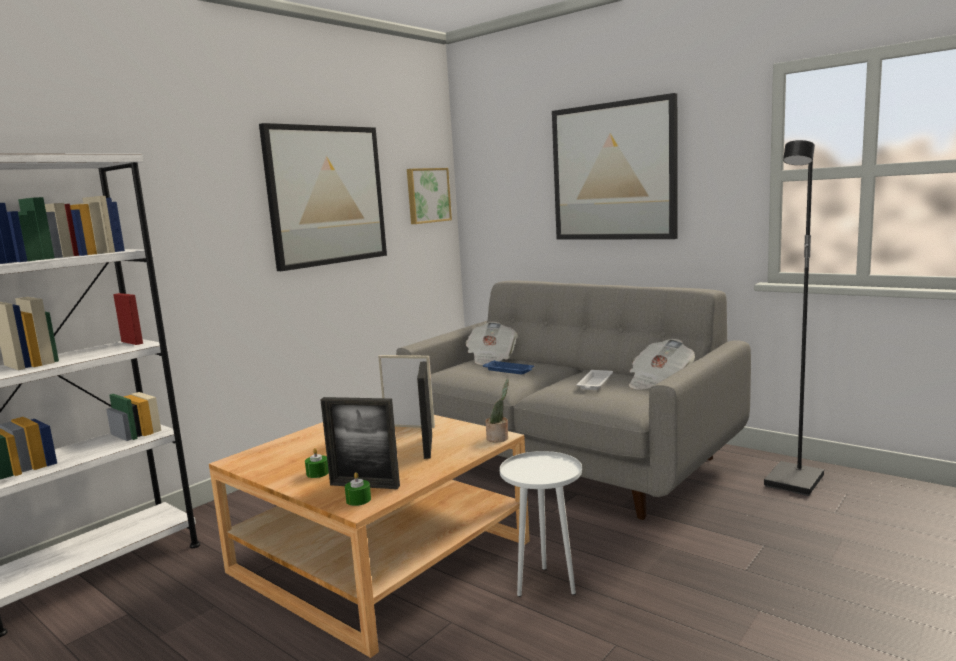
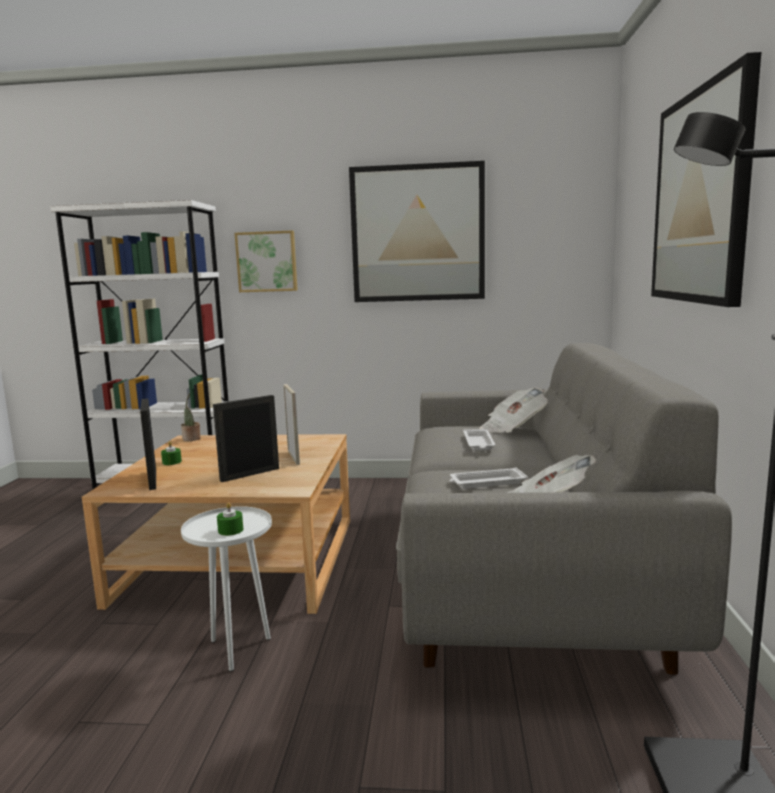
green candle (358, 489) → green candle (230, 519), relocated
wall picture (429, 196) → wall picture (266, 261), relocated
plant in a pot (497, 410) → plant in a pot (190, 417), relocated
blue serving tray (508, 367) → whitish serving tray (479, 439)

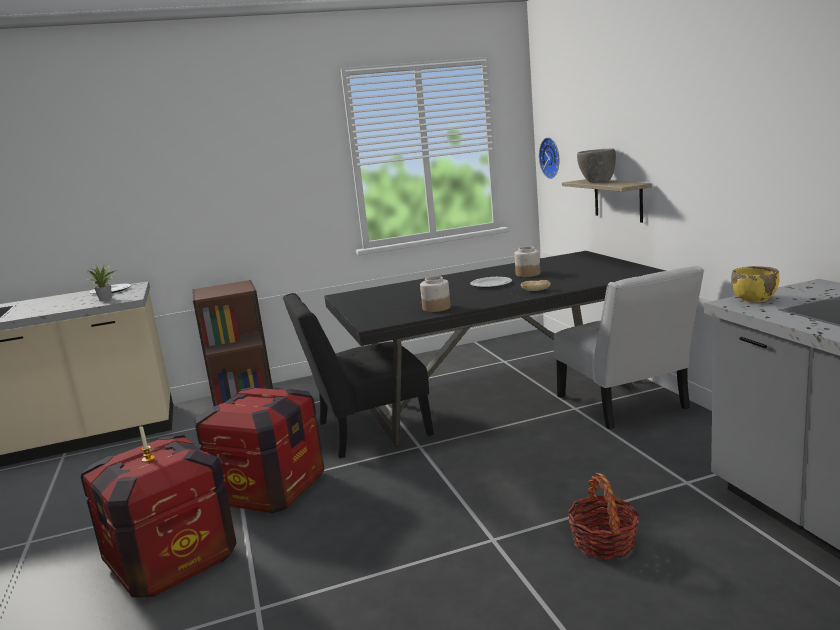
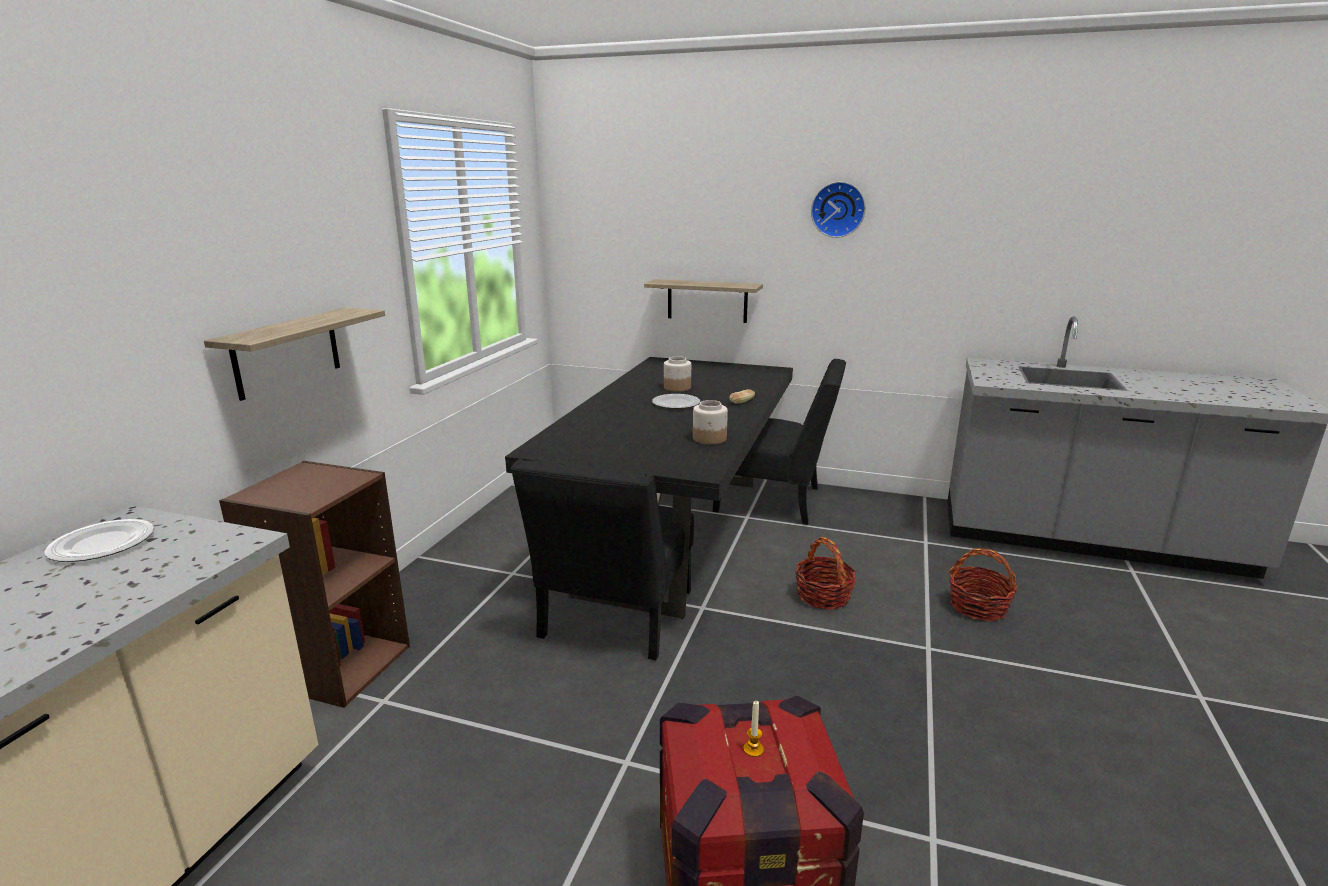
plant in a pot (102, 282) → -
shipping crate (259, 450) → -
gray serving bowl (596, 165) → -
yellow serving bowl (755, 284) → -
- → wall shelf (294, 354)
- → storage basket (825, 573)
clock on the wall (549, 158) → clock on the wall (838, 210), relocated
whitish chair (629, 348) → black-coloured chair (779, 441)

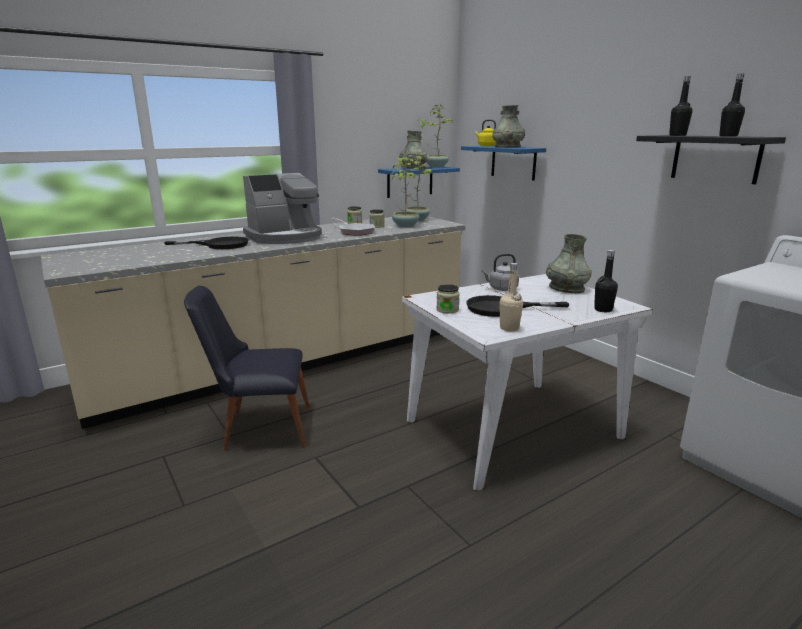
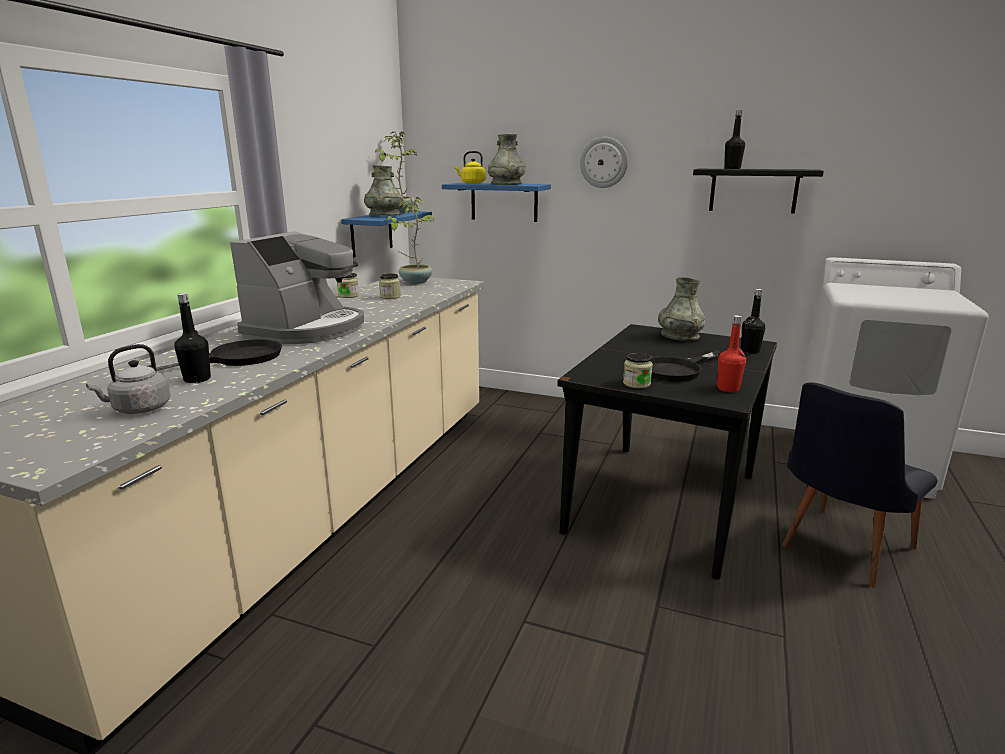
pan (353, 227) → -
plant in a pot (407, 191) → -
- → clock on the wall (604, 162)
black-coloured chair (247, 368) → black-coloured chair (859, 485), relocated
gray tea kettle (500, 272) → gray tea kettle (128, 379), relocated
black-coloured beverage bottle (732, 105) → black-coloured beverage bottle (192, 338), relocated
whitish dinner table (527, 382) → black-coloured dinner table (667, 452)
sand-coloured beverage bottle (511, 297) → red-coloured beverage bottle (731, 353)

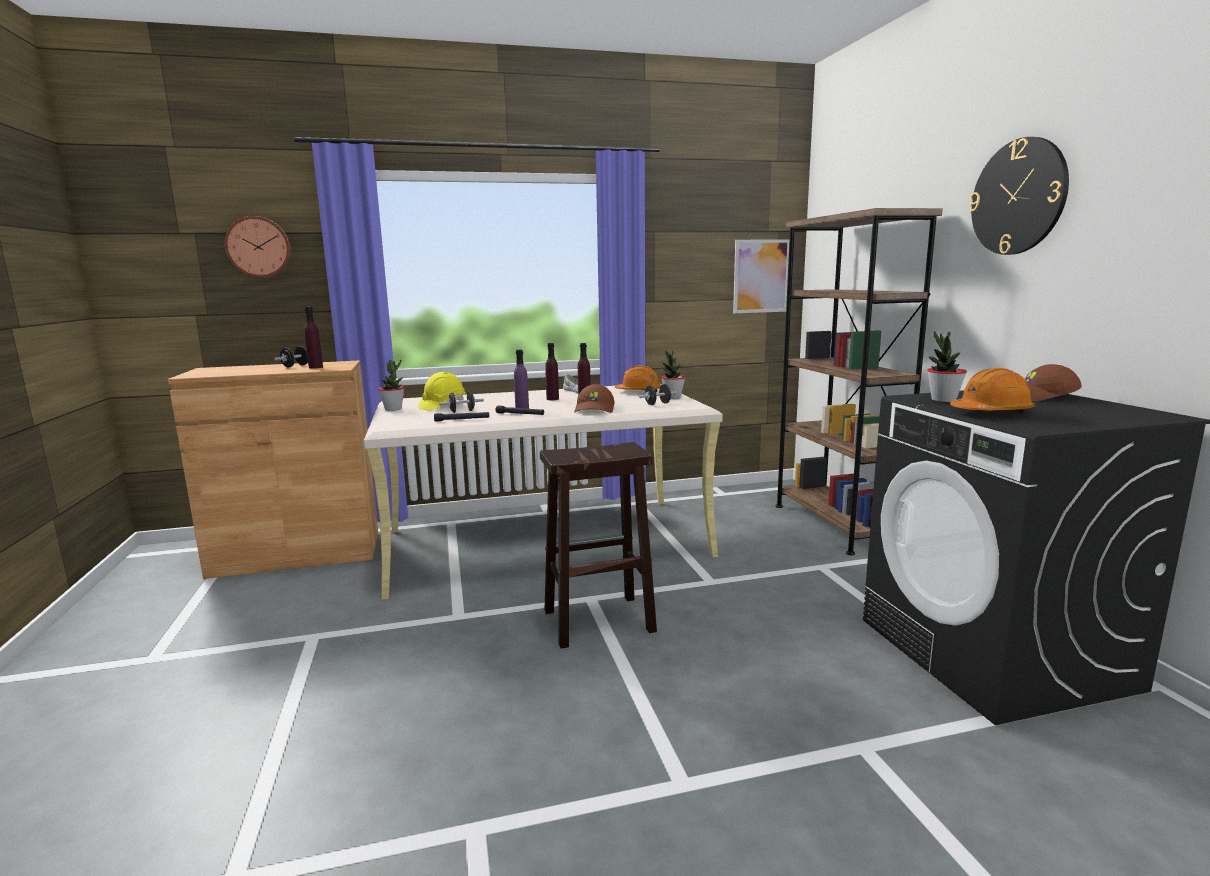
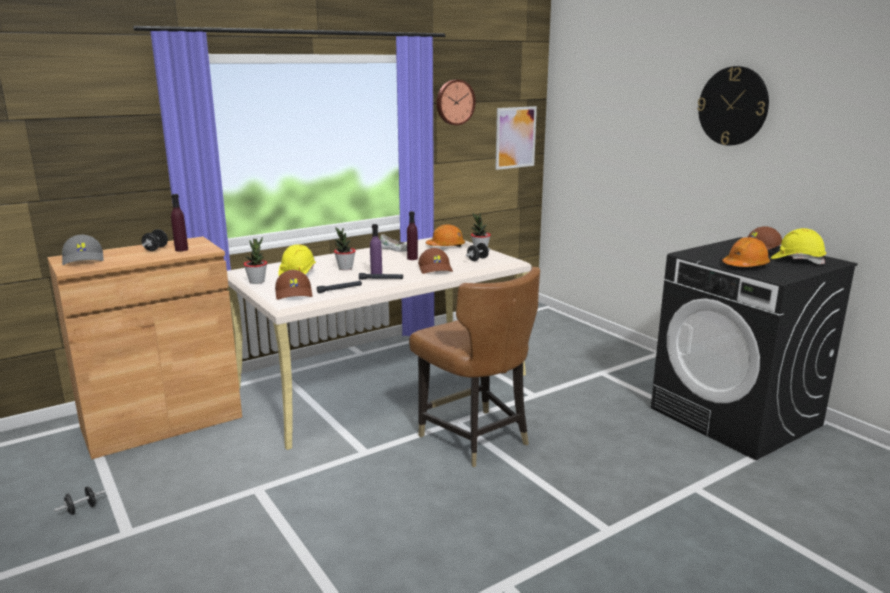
purplish beverage bottle (552, 371) → -
brown-coloured bookshelf (859, 381) → -
- → gray baseball cap (83, 250)
- → brown-coloured baseball cap (294, 285)
- → yellow hard hat (798, 246)
clock on the wall (258, 247) → clock on the wall (456, 102), relocated
black-coloured dumbbell (461, 402) → black-coloured dumbbell (79, 500), relocated
plant in a pot (947, 366) → plant in a pot (345, 248), relocated
brown-coloured sitting stool (598, 545) → brown-coloured chair (474, 367)

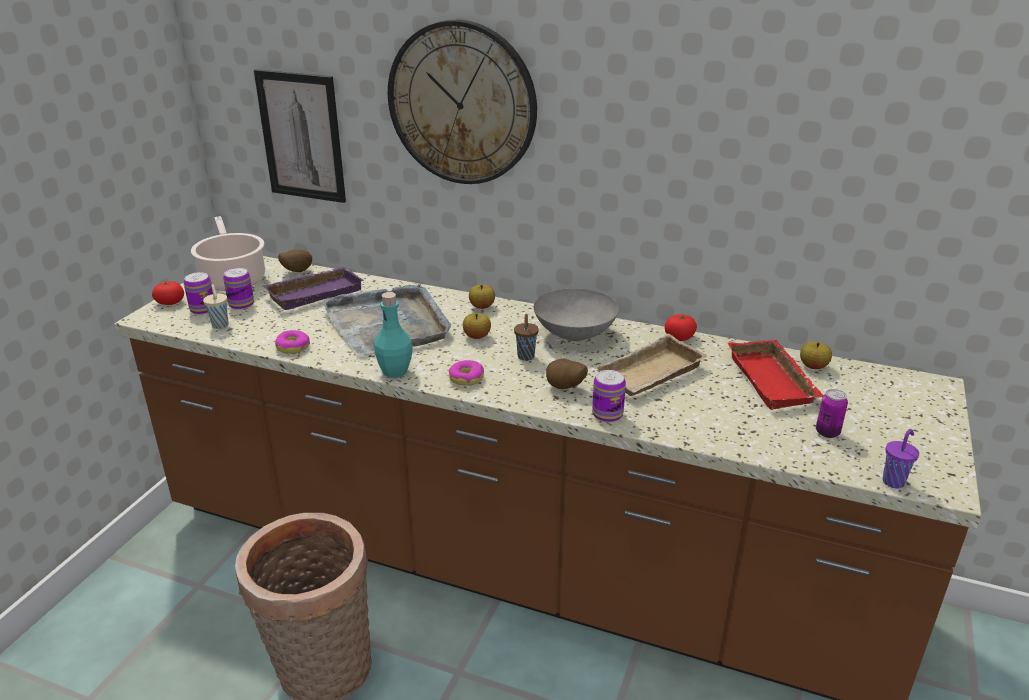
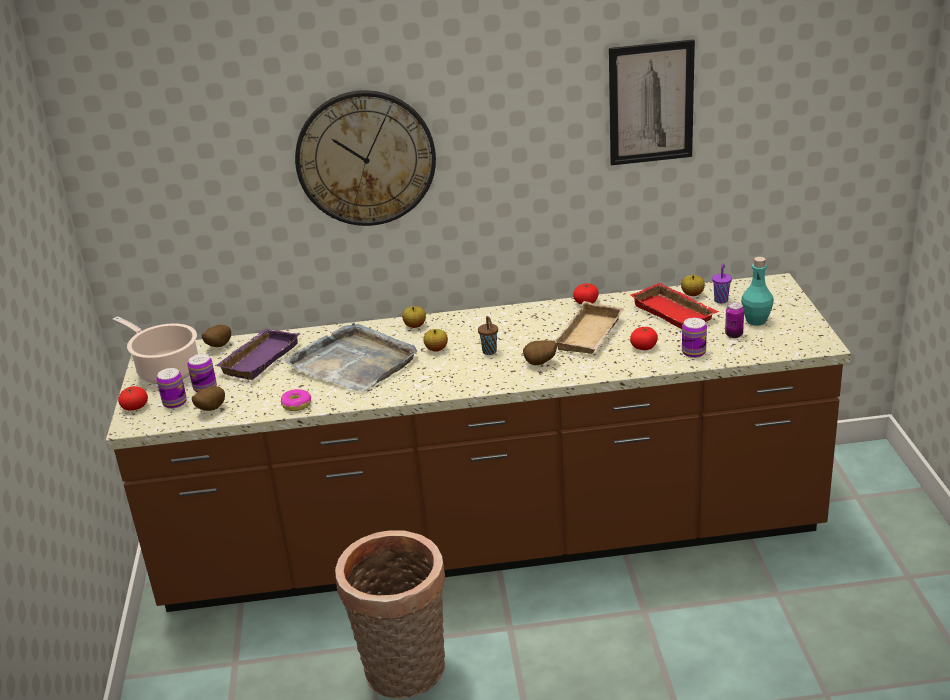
donut (466, 373) → -
gray serving bowl (576, 315) → -
- → fresh tomato (644, 338)
wall picture (300, 136) → wall picture (652, 102), relocated
blue-green beverage bottle (393, 335) → blue-green beverage bottle (757, 291), relocated
can (609, 396) → can (694, 338), relocated
purplish cup (900, 459) → purplish cup (722, 284), relocated
sand-coloured cup (215, 306) → spud (208, 398)

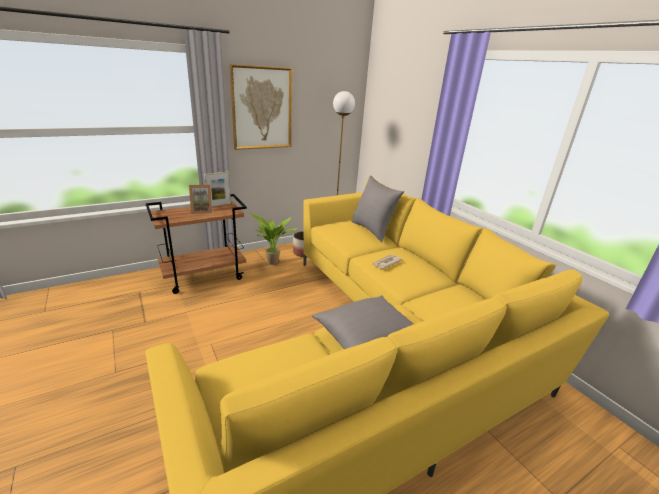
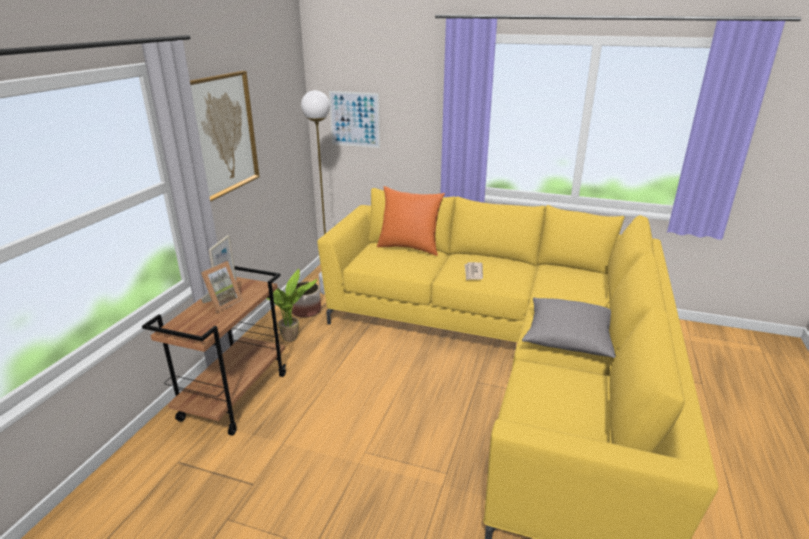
- → wall picture (354, 119)
gray throw pillow (377, 209) → orange-coloured throw pillow (411, 221)

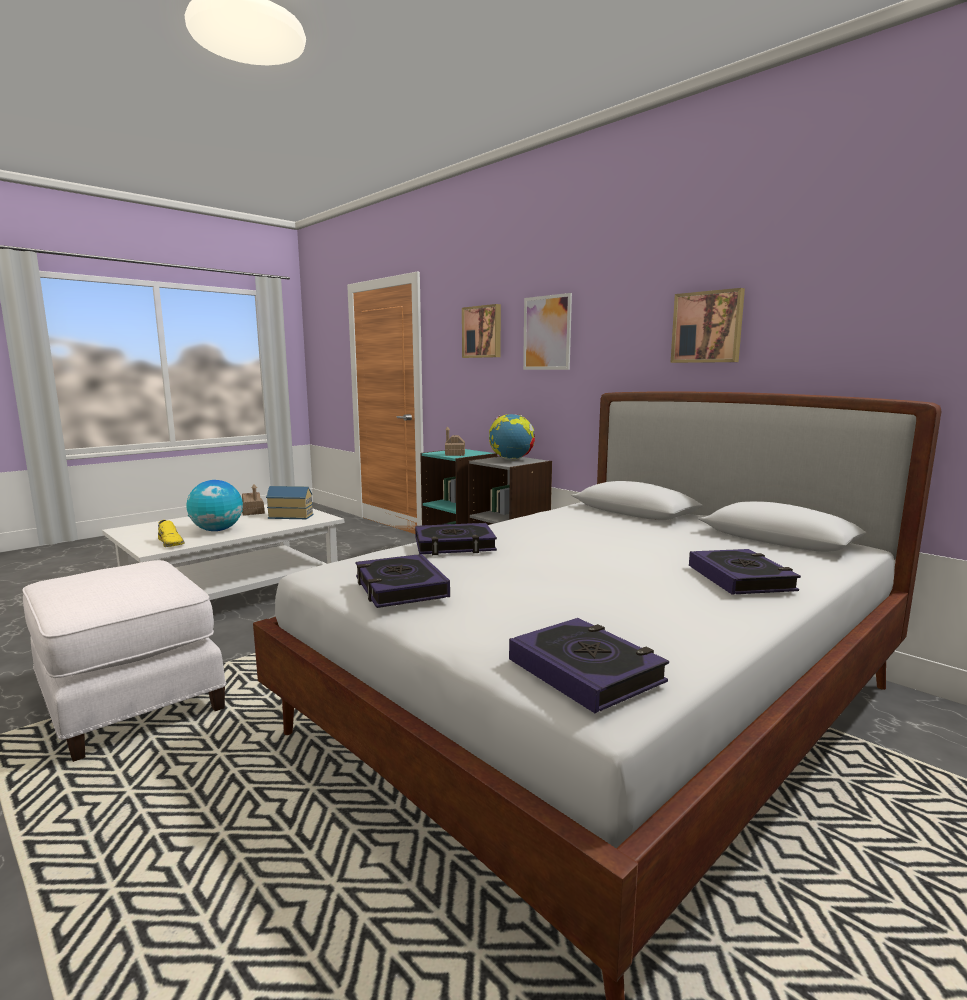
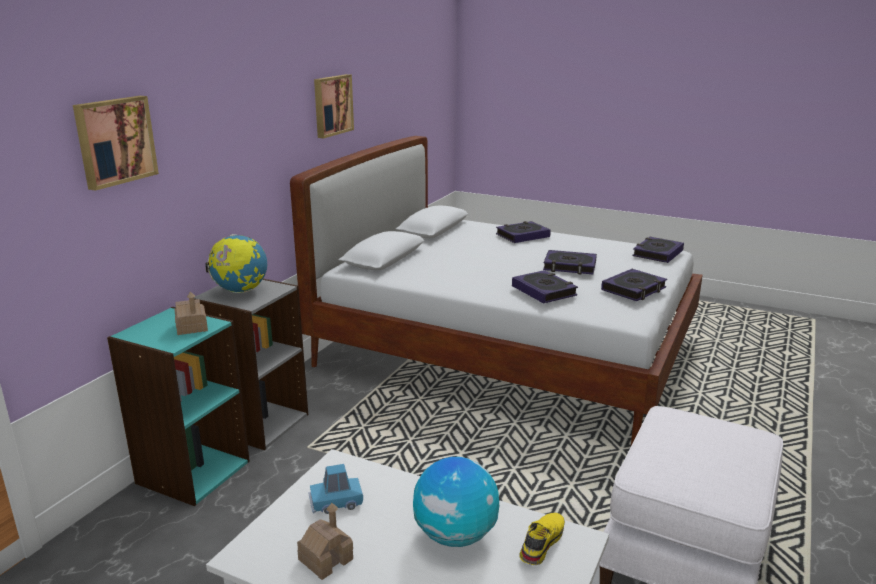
wall picture (547, 331) → -
- → bound book (570, 262)
miniature house (289, 502) → blue model car (335, 489)

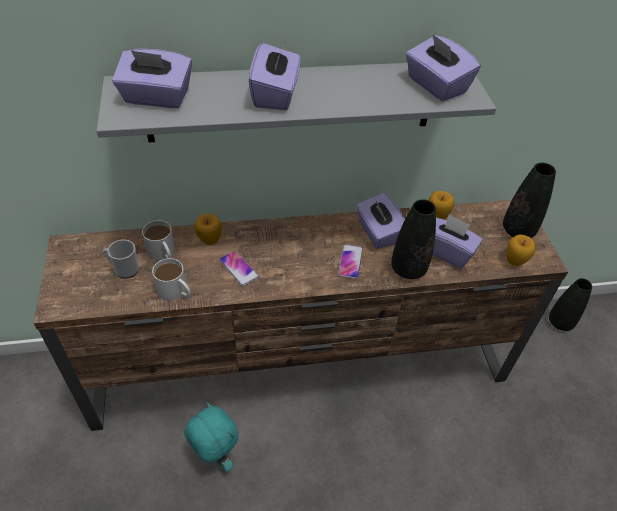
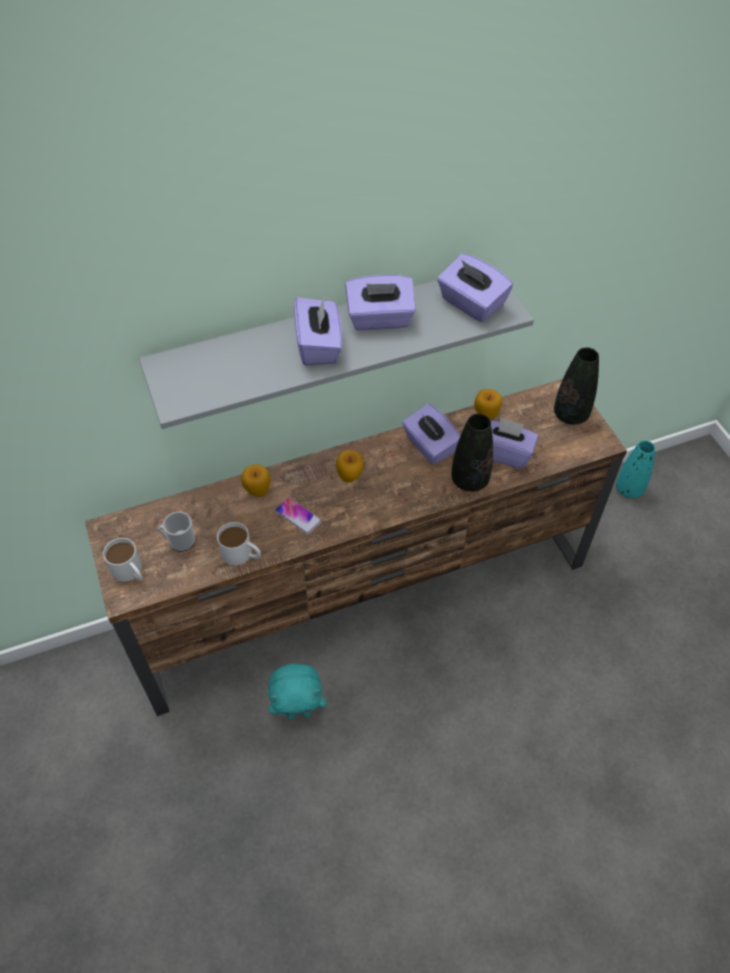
handset (350, 261) → -
purplish tissue holder (152, 78) → purplish tissue holder (380, 302), relocated
whitish mug (158, 240) → whitish mug (123, 560), relocated
apple (521, 250) → apple (350, 466), relocated
black-coloured vase (570, 304) → blue-green vase (635, 469)
blue-green cuddly toy (211, 437) → blue-green cuddly toy (297, 691), 135 degrees clockwise

